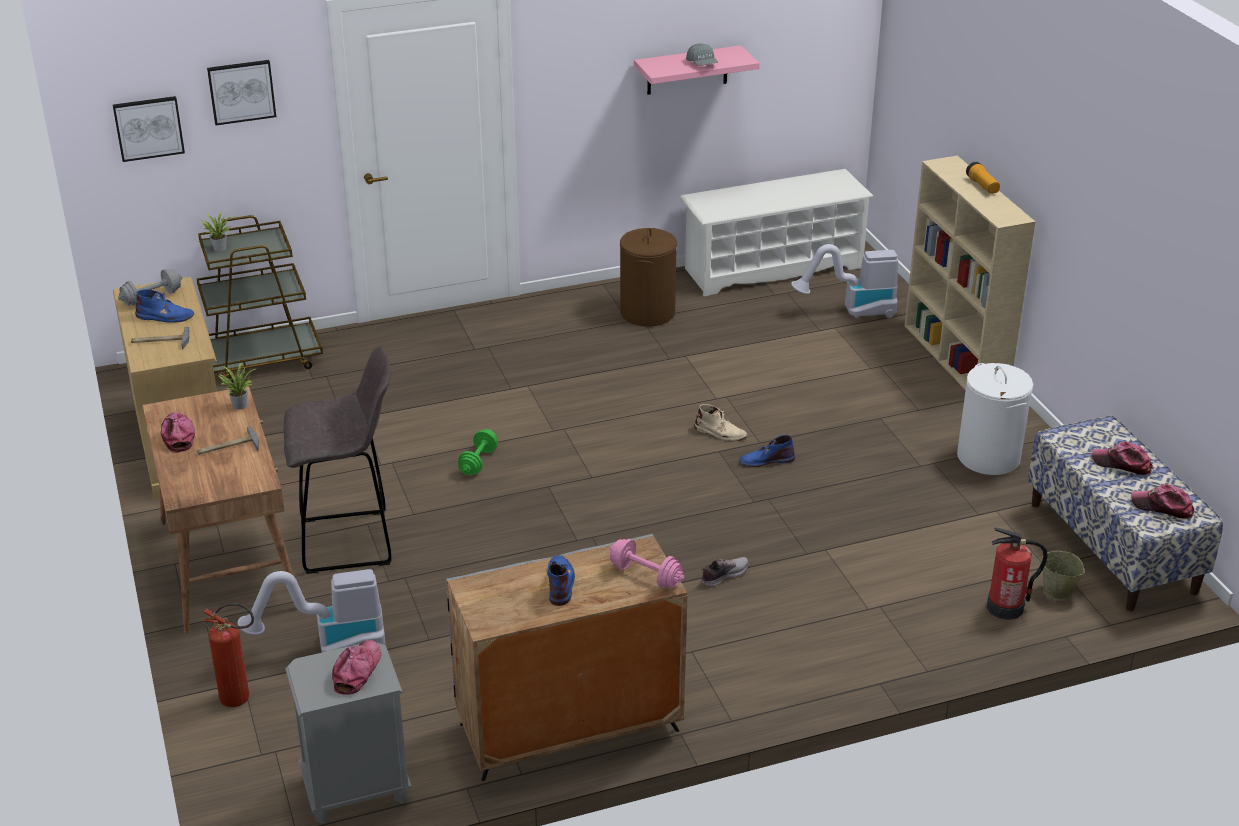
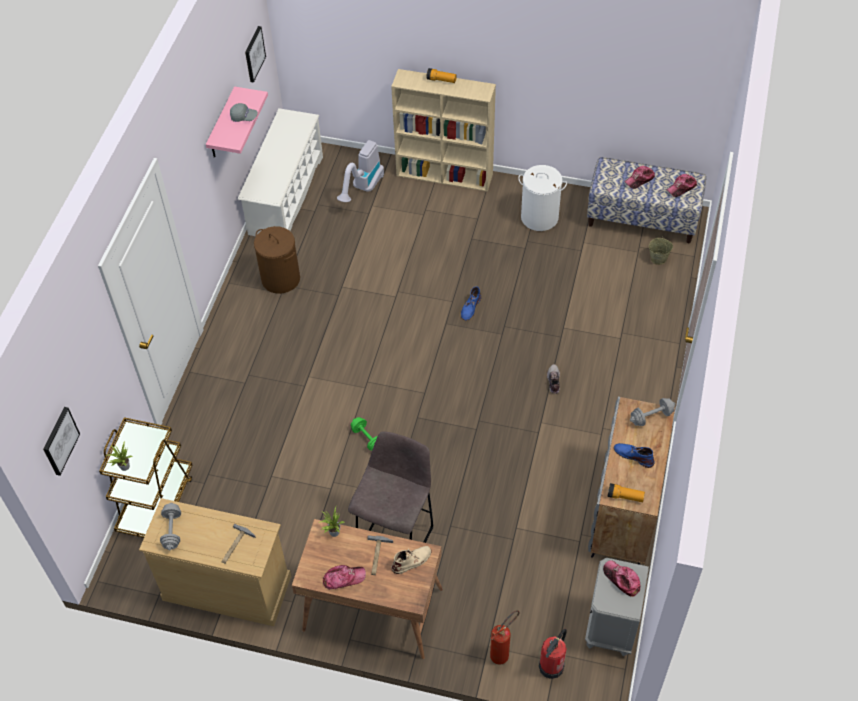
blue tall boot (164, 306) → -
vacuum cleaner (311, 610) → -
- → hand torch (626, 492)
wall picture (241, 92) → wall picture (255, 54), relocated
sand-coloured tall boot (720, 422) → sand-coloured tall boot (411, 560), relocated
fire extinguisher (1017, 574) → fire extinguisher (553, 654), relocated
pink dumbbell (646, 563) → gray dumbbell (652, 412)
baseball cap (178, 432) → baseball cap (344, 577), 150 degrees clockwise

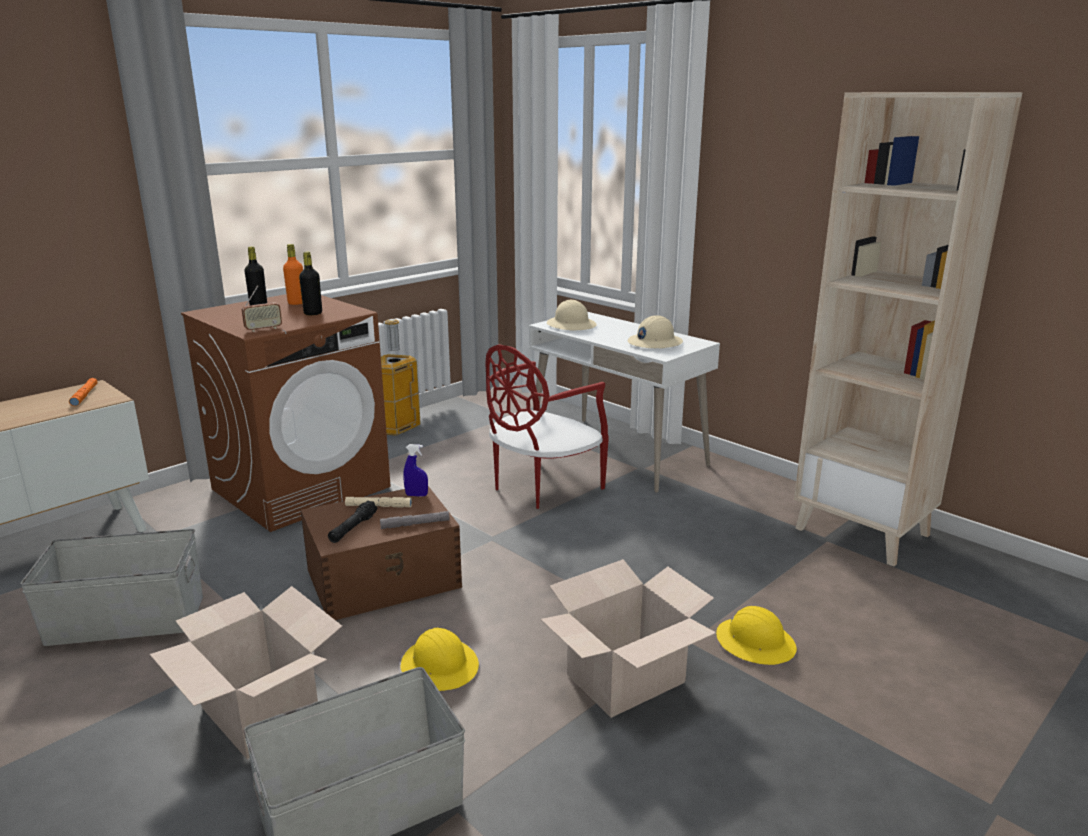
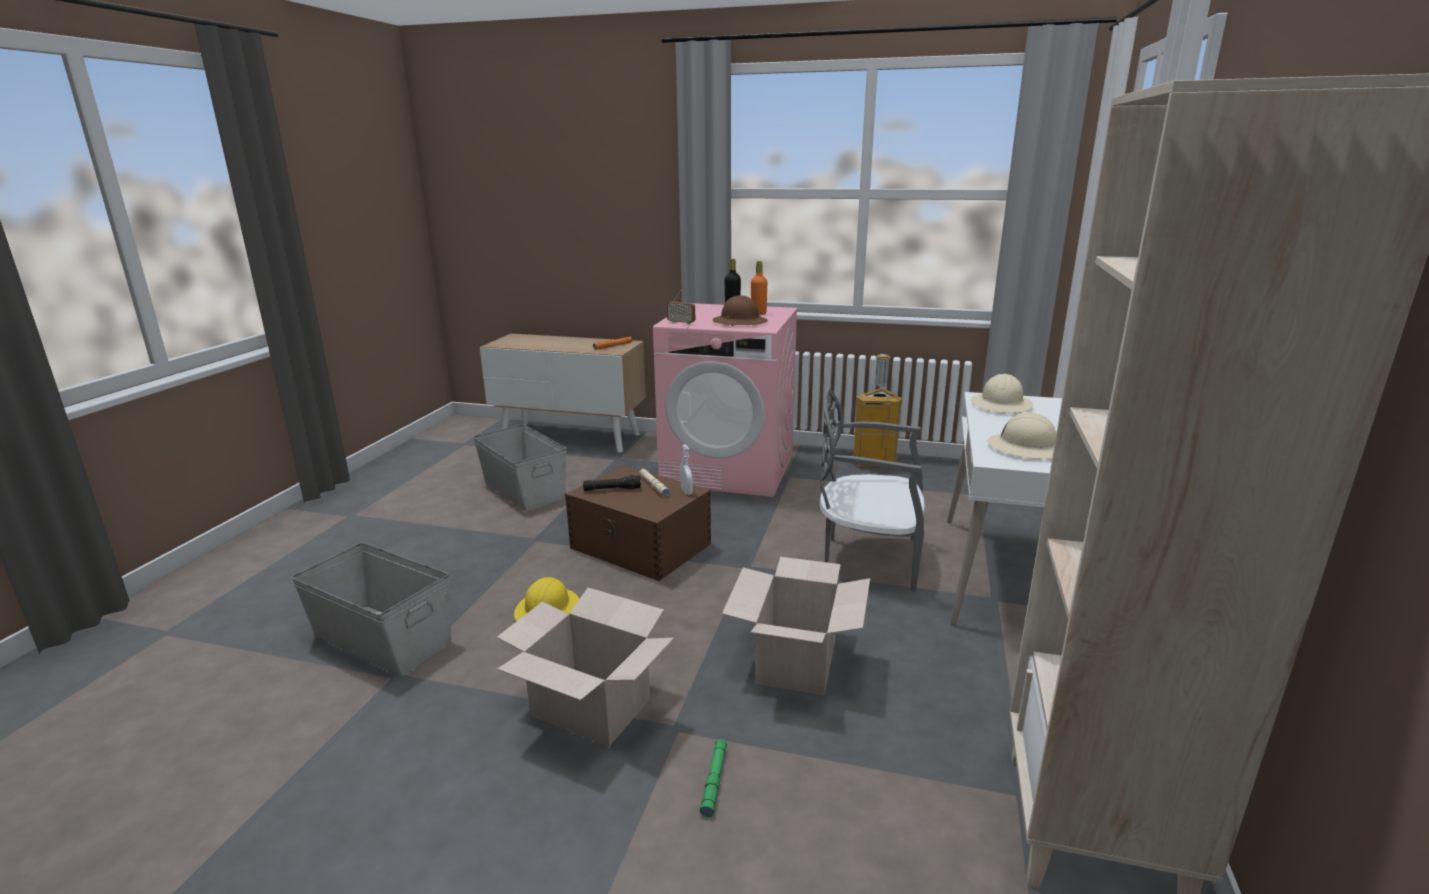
gray hand torch (415, 520) → -
packing box (246, 672) → packing box (796, 626), relocated
black-coloured beverage bottle (310, 283) → brown-coloured hard hat (740, 310)
yellow hard hat (756, 635) → green hand torch (713, 778)
brown-coloured washing machine (286, 413) → pink washing machine (725, 400)
blue spray bottle (415, 470) → whitish spray bottle (686, 469)
red-coloured chair (547, 426) → gray chair (872, 490)

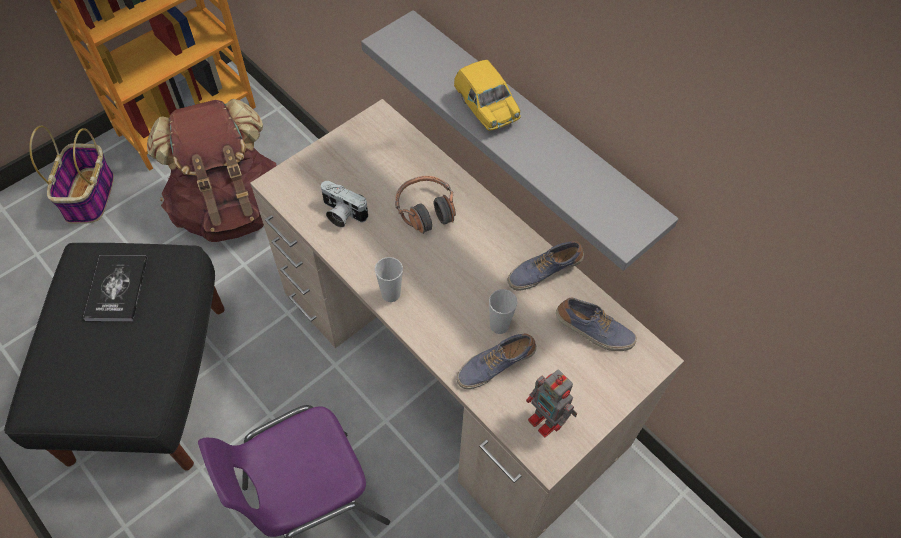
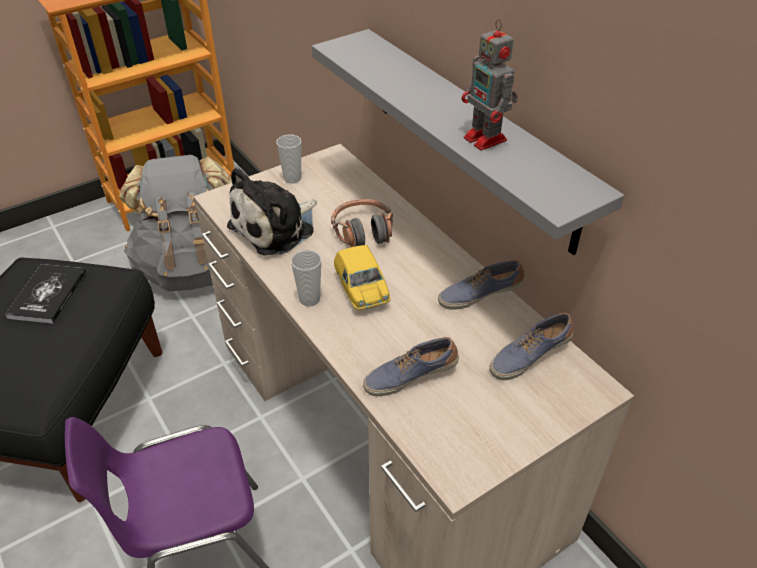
storage basket (71, 175) → -
yellow model car (487, 95) → yellow model car (362, 277), relocated
cup (503, 311) → cup (288, 159), relocated
model robot (551, 403) → model robot (490, 84), relocated
still camera (344, 204) → cuddly toy (272, 211)
brown-coloured backpack (211, 170) → gray backpack (175, 223)
shoe (596, 324) → shoe (531, 346), 120 degrees clockwise

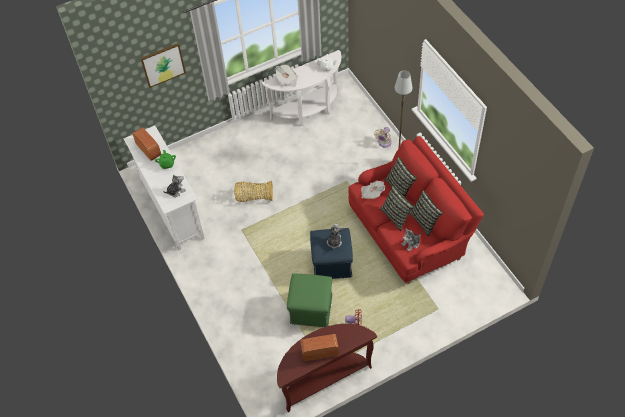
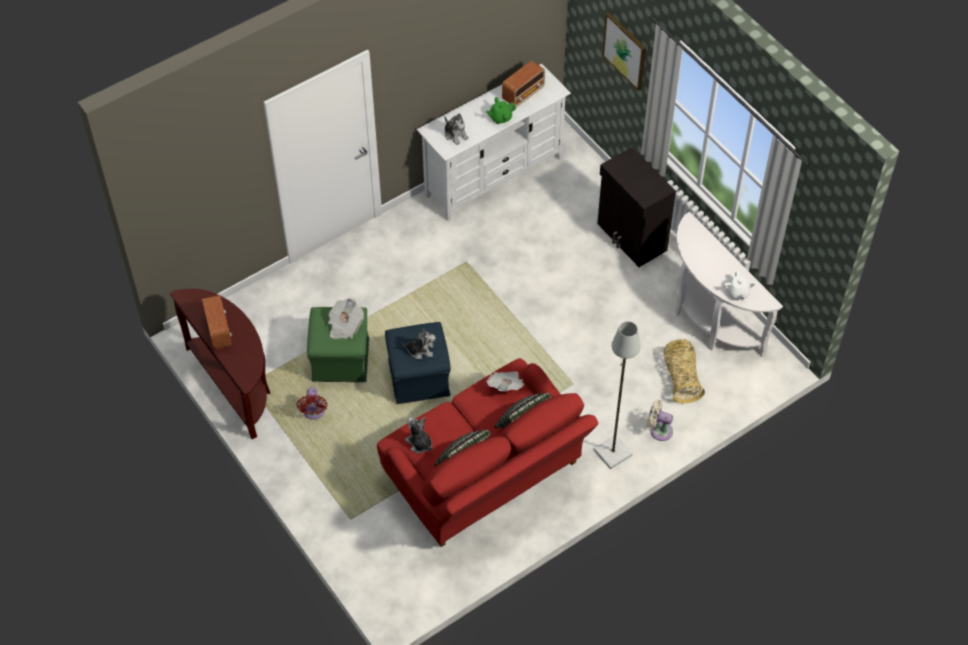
throw pillow (397, 208) → -
- → black-coloured cupboard (636, 207)
storage basket (253, 191) → storage basket (684, 371), relocated
printed paper (286, 76) → printed paper (346, 318), relocated

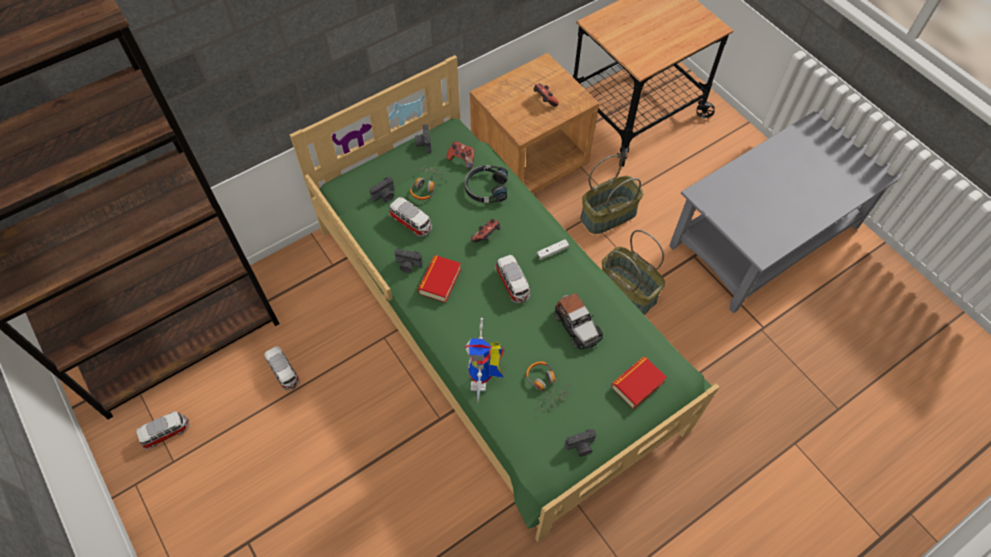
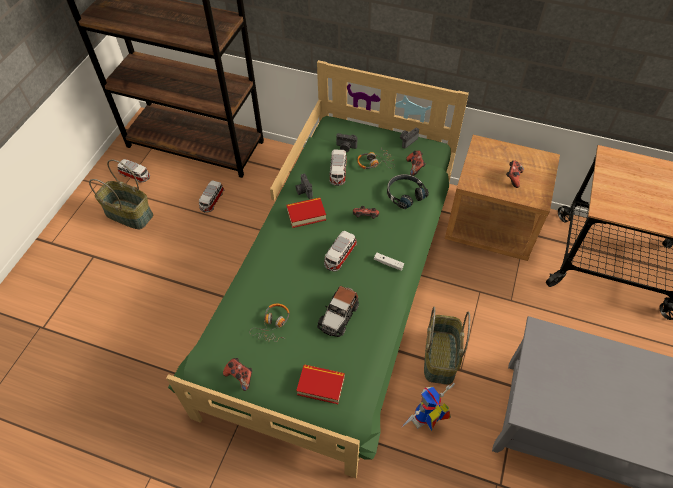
model robot (484, 359) → model robot (428, 407), relocated
storage basket (612, 194) → storage basket (121, 194), relocated
still camera (580, 443) → game controller (237, 374)

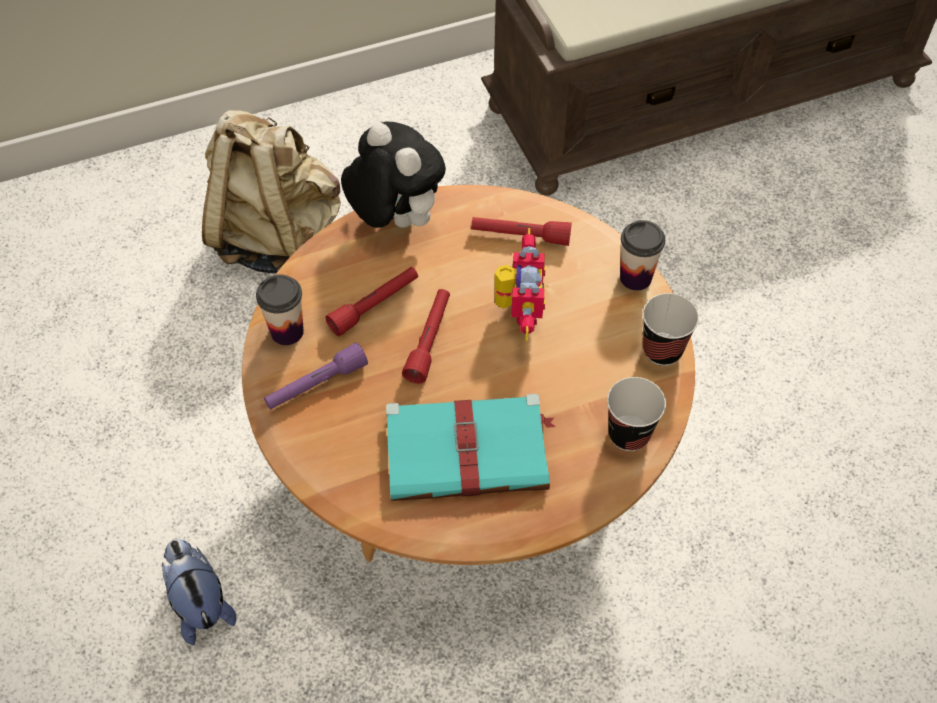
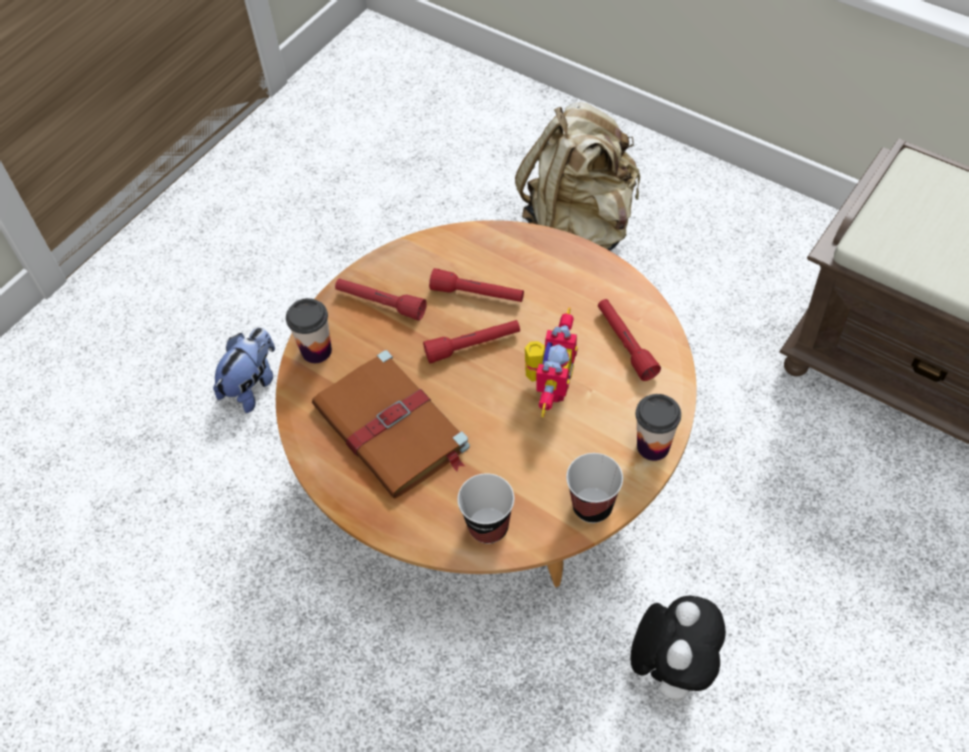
cup (280, 309) → cup (309, 330), relocated
cuddly toy (393, 175) → cuddly toy (678, 648), relocated
purplish hand torch (316, 376) → red-coloured hand torch (381, 299)
blue-green bound book (470, 447) → brown-coloured bound book (391, 424)
model robot (520, 284) → model robot (551, 362), 45 degrees counterclockwise

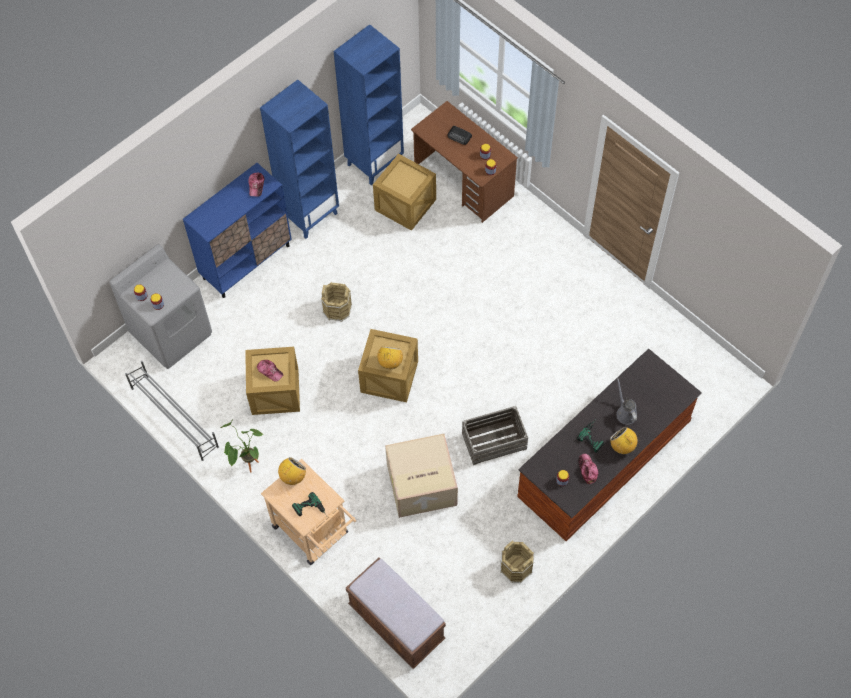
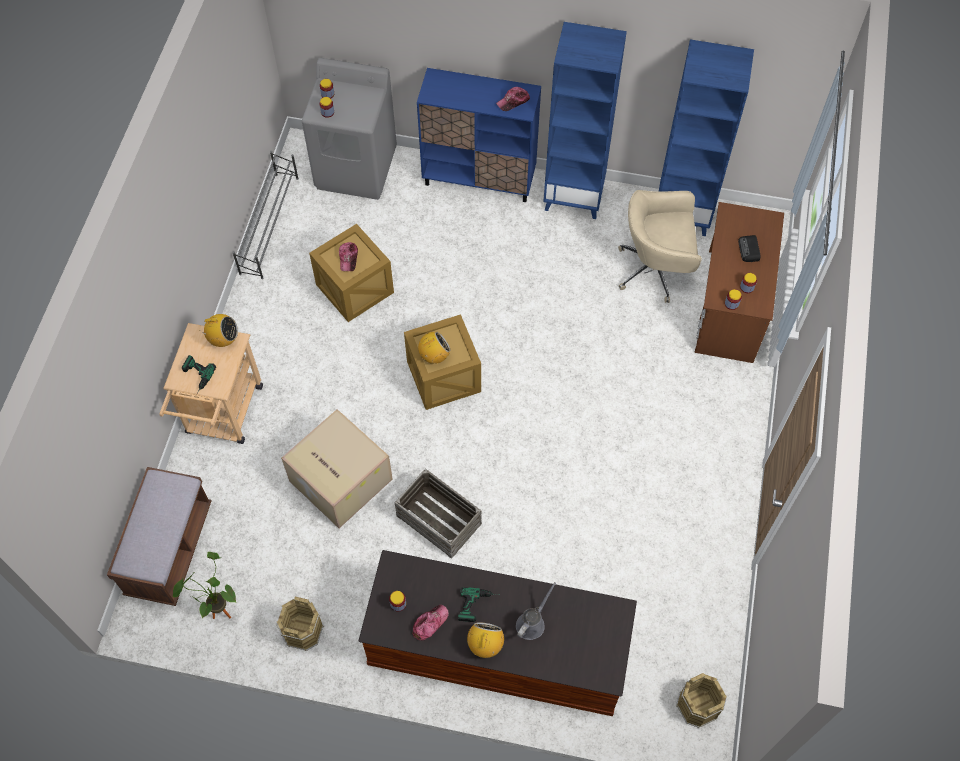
plant in a pot (242, 445) → plant in a pot (204, 585), relocated
brown-coloured pail (336, 302) → brown-coloured pail (701, 700), relocated
shipping crate (404, 192) → sand-coloured office chair (660, 246)

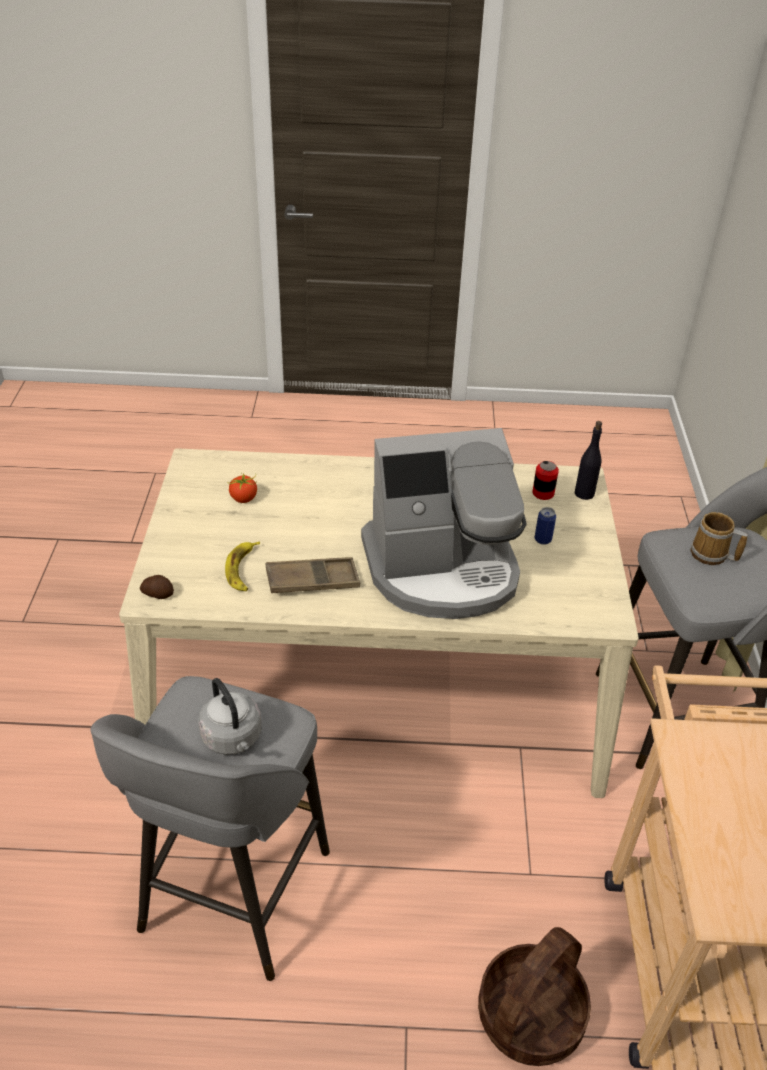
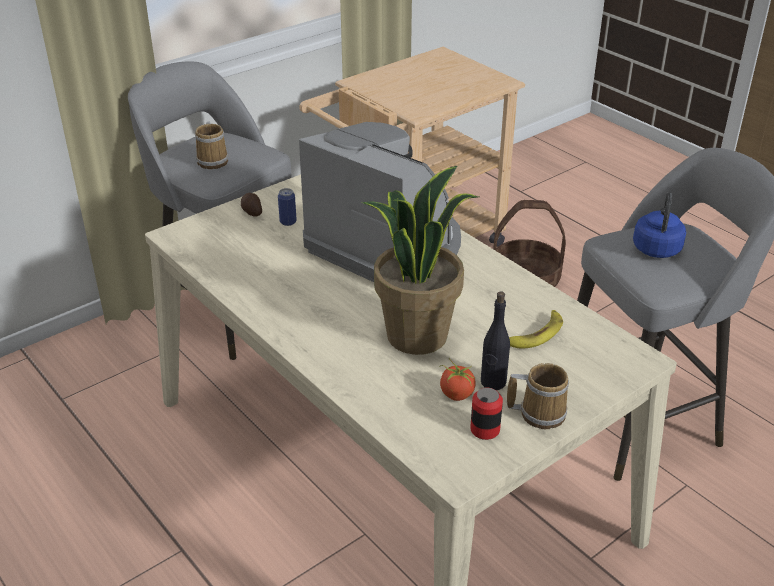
brown-coloured serving tray (313, 575) → -
- → plant in a pot (420, 260)
- → mug (538, 396)
spud (157, 587) → spud (251, 205), relocated
can (545, 480) → can (486, 414), relocated
black-coloured beverage bottle (588, 460) → black-coloured beverage bottle (495, 340), relocated
gray tea kettle (230, 716) → blue tea kettle (659, 225)

